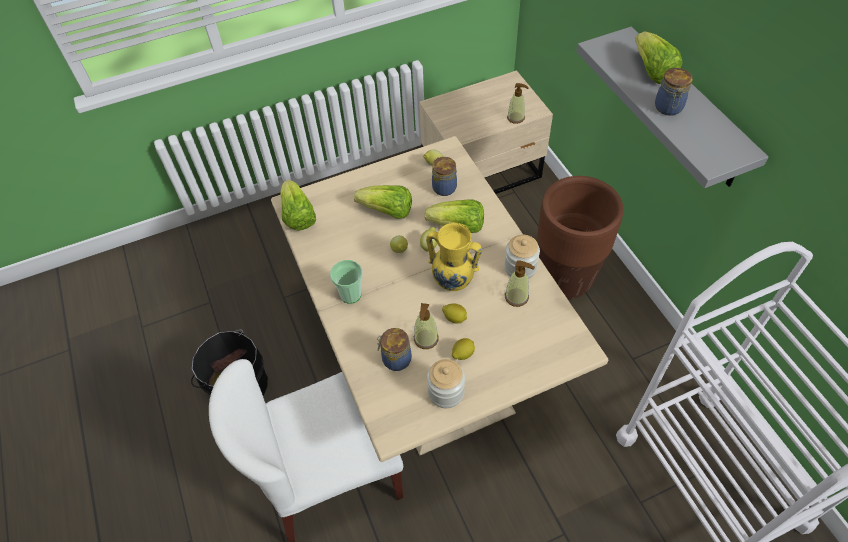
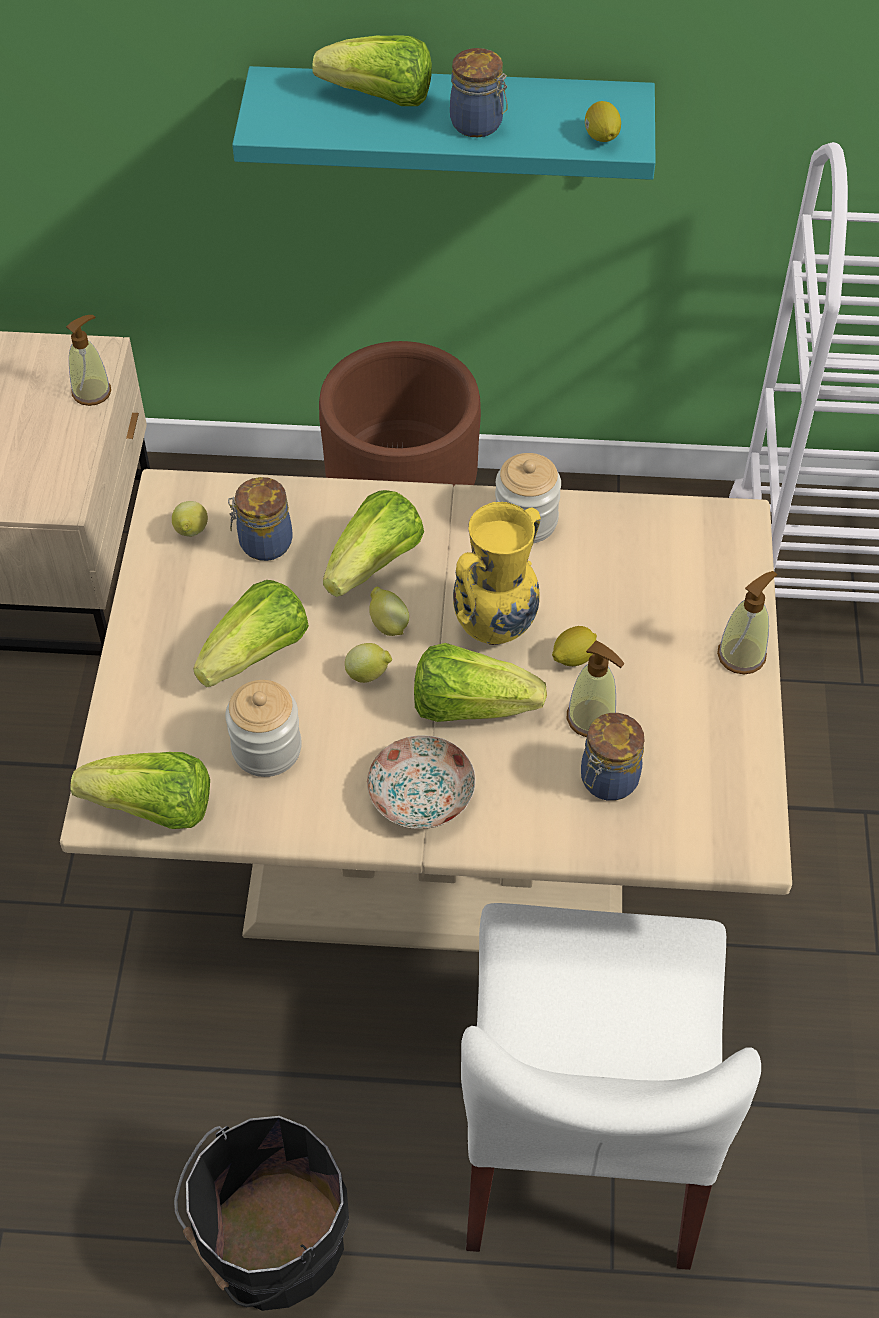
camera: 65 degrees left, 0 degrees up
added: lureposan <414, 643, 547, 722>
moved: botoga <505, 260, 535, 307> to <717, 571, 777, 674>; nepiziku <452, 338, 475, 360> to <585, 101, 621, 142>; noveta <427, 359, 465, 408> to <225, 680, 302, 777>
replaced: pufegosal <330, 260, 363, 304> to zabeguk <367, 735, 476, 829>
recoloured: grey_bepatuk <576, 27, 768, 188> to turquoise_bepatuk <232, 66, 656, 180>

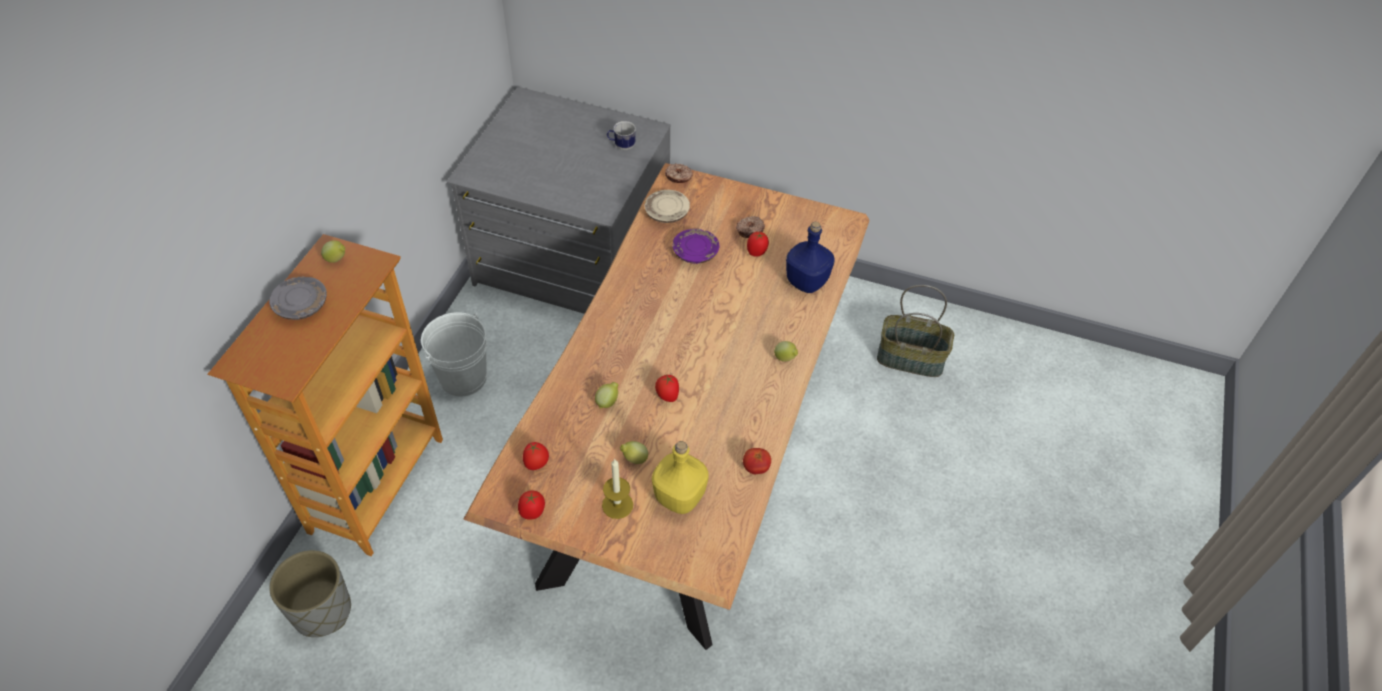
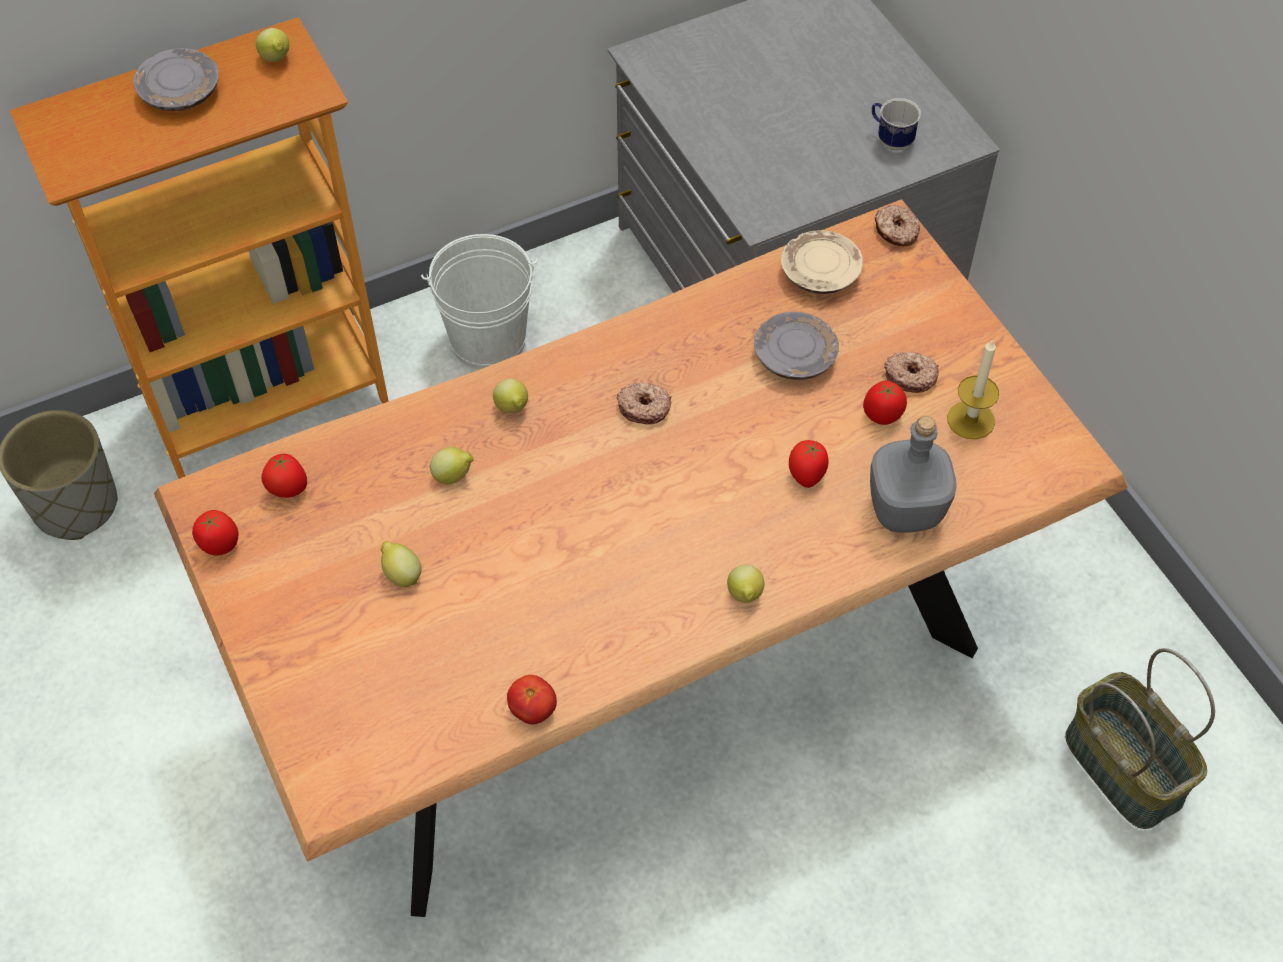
camera: 45 degrees right, 5 degrees up
removed: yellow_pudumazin <652, 441, 709, 514>
added: nepiziku <493, 379, 528, 413>; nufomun <616, 383, 672, 424>
moved: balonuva <655, 375, 679, 402> to <789, 440, 829, 488>; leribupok <602, 458, 633, 519> to <947, 339, 999, 439>
recoloured: blue_pudumazin <786, 222, 835, 293> to grey_pudumazin <870, 416, 957, 533>; purple_zabeguk <673, 229, 720, 264> to grey_zabeguk <754, 312, 839, 380>

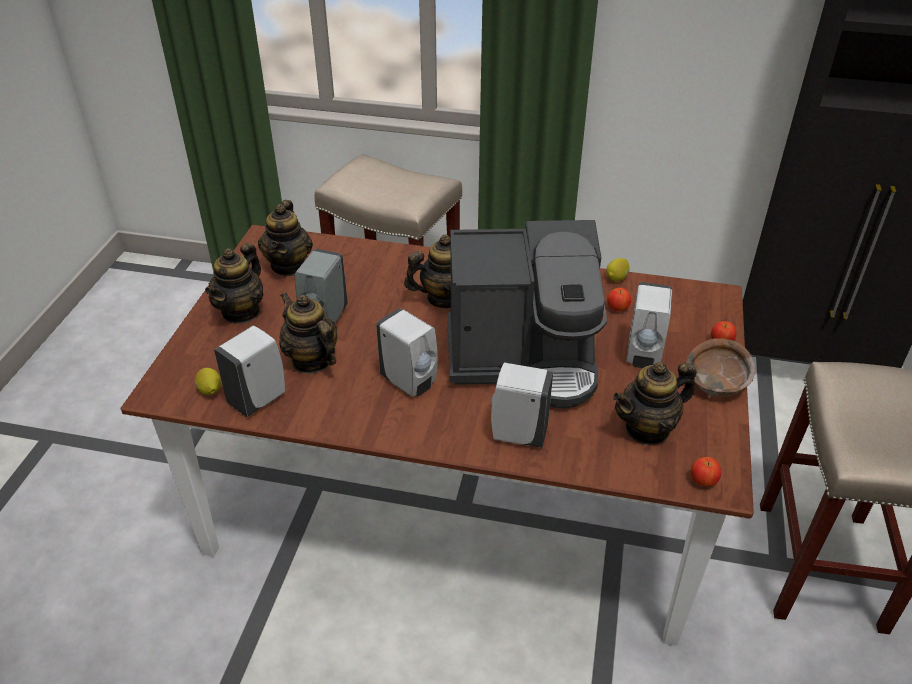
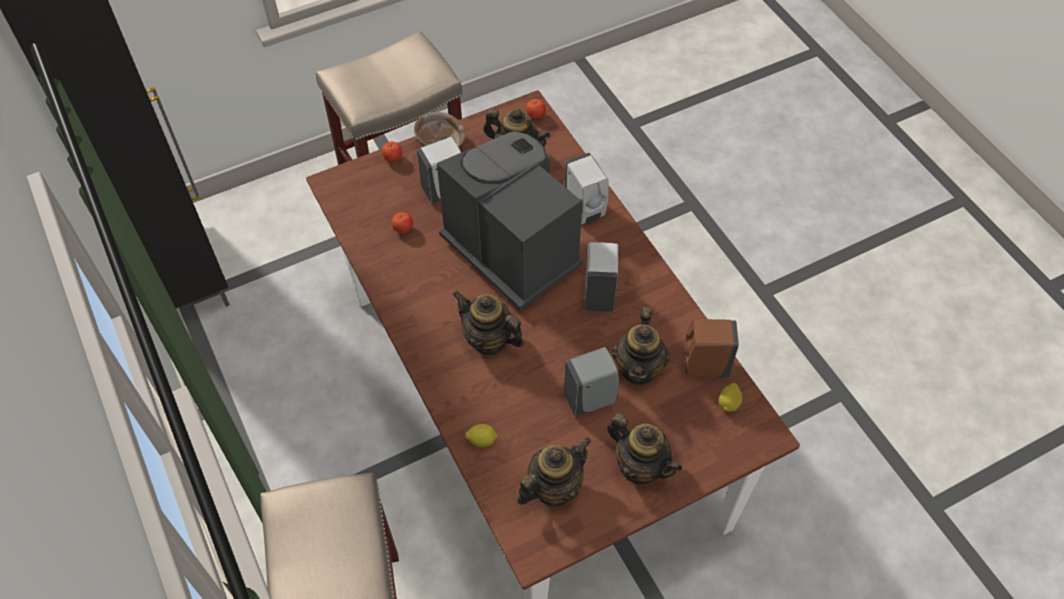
camera: 130 degrees left, 15 degrees up
moved: nepiziku <606, 258, 629, 282> to <465, 424, 498, 447>
recoloured: white_botoga <214, 325, 285, 417> to brown_botoga <684, 319, 739, 378>
turned: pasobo <205, 243, 264, 324> = <607, 413, 682, 484> 60 degrees clockwise

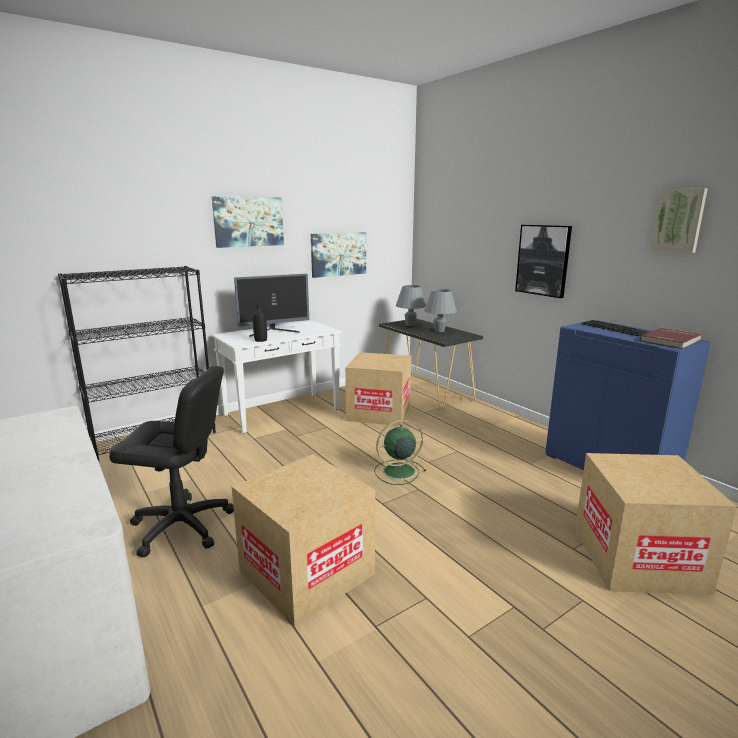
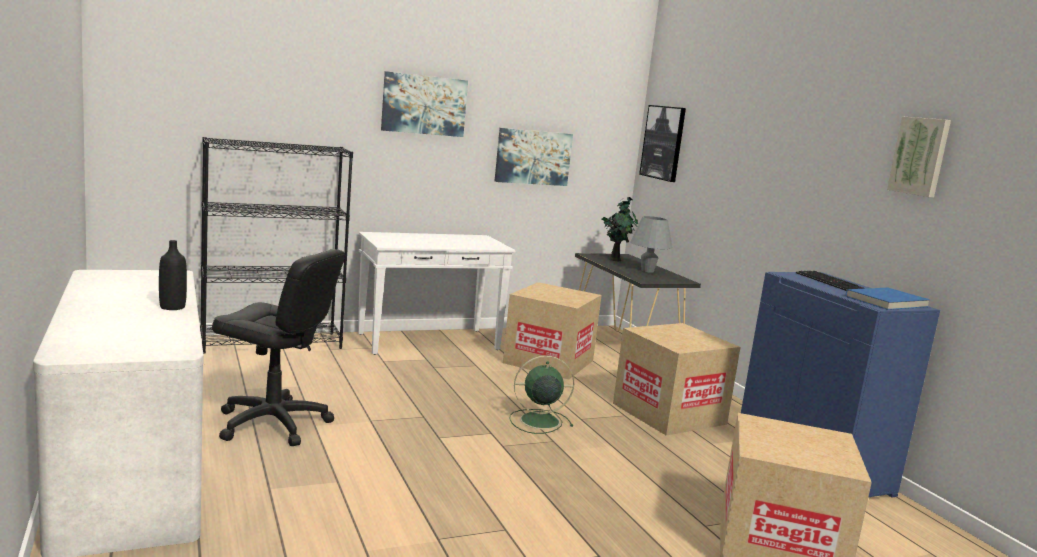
camera: 10 degrees right, 5 degrees down
removed: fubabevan <234, 274, 309, 337>
moved: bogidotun <515, 225, 572, 298> to <639, 105, 686, 182>; black_pudumazin <253, 304, 267, 342> to <159, 240, 187, 310>; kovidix <231, 454, 375, 627> to <613, 323, 741, 436>
replaced: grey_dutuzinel <396, 285, 426, 326> to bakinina <601, 197, 638, 261>
recoloured: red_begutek <640, 328, 702, 349> to blue_begutek <846, 288, 930, 310>

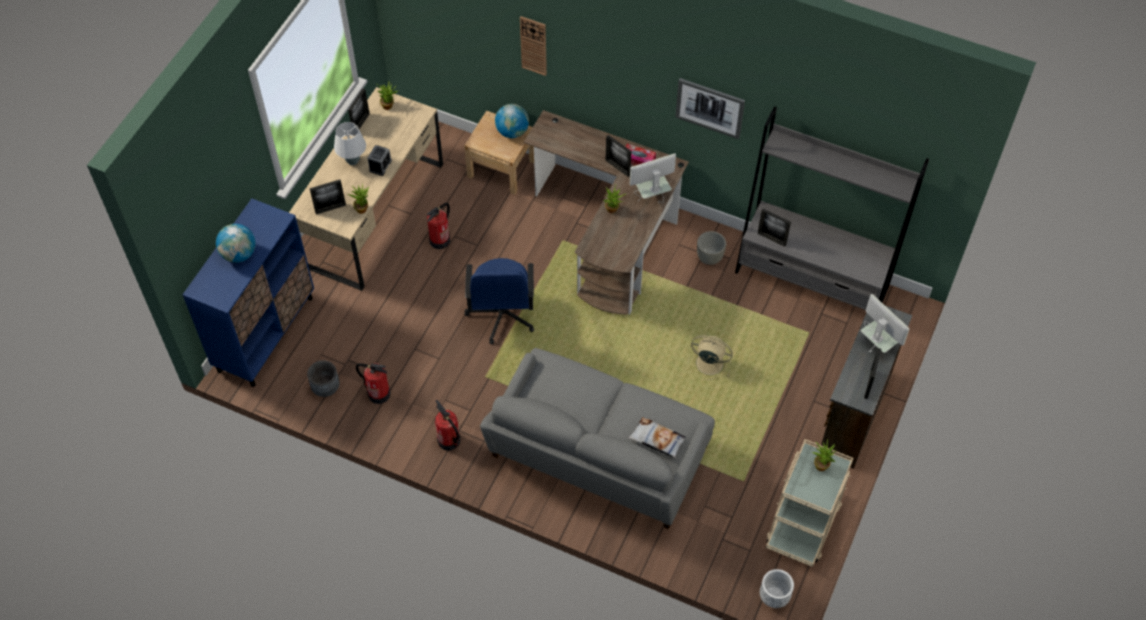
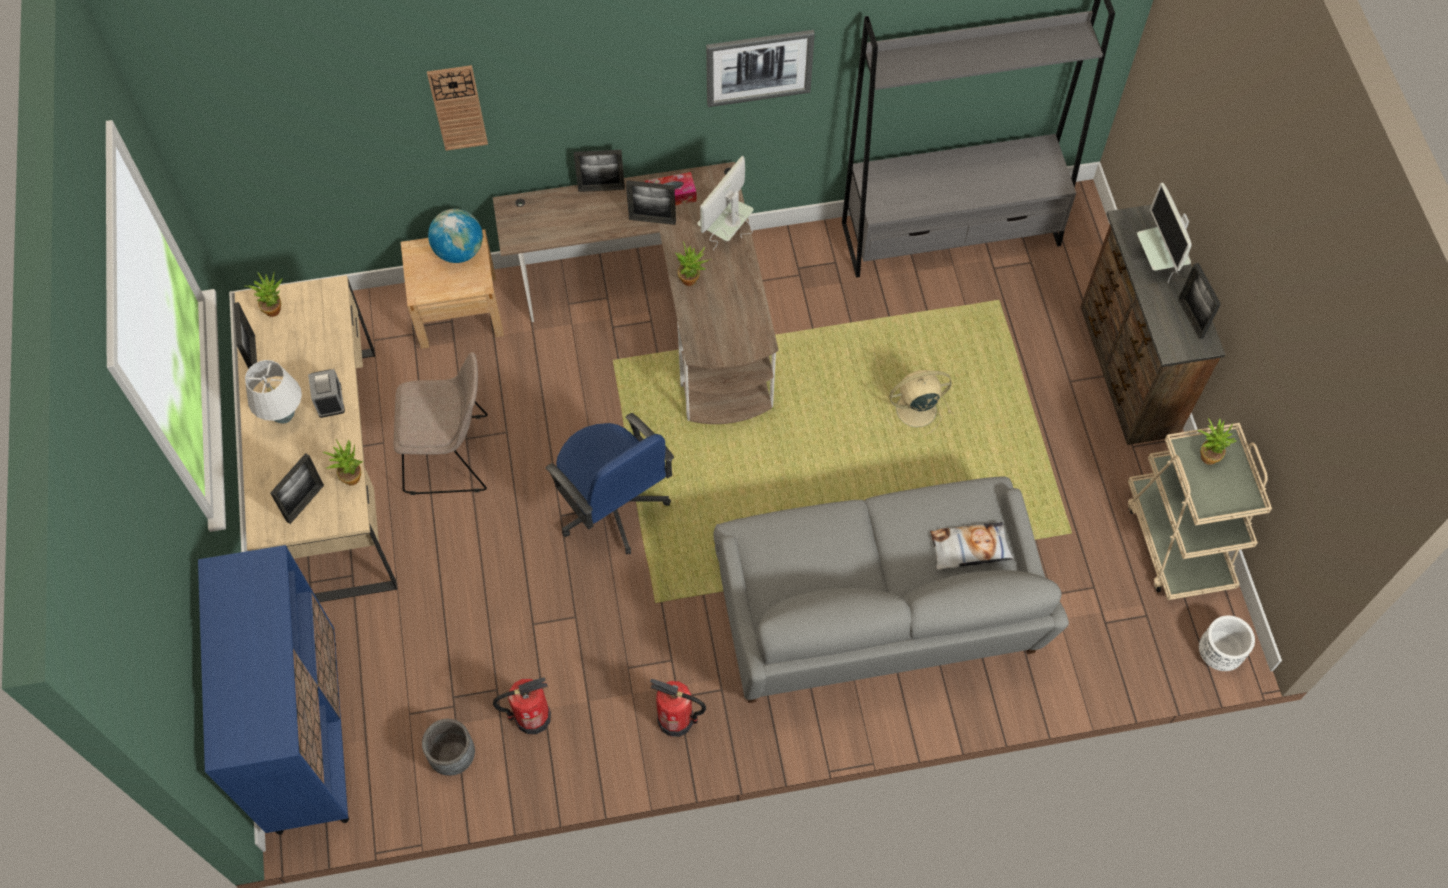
camera: 35 degrees left, 5 degrees up
removed: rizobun <216, 224, 256, 263>; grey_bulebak <697, 231, 726, 265>
moved: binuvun <758, 209, 791, 247> to <574, 150, 625, 192>
replaced: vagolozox <427, 203, 451, 249> to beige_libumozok <394, 352, 488, 495>
turned: fubabevan <861, 294, 910, 353> = <1137, 182, 1191, 283> 120 degrees counterclockwise

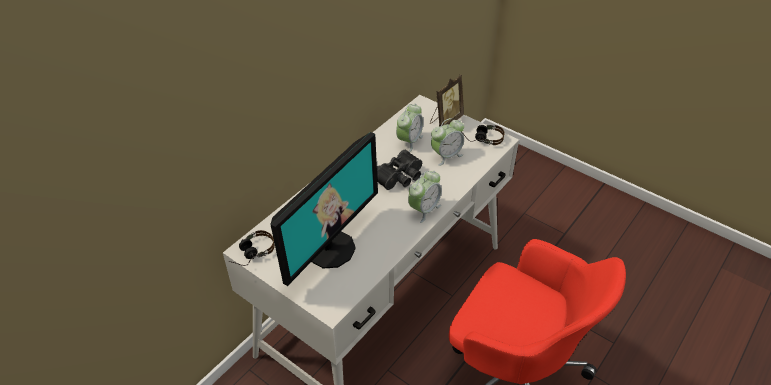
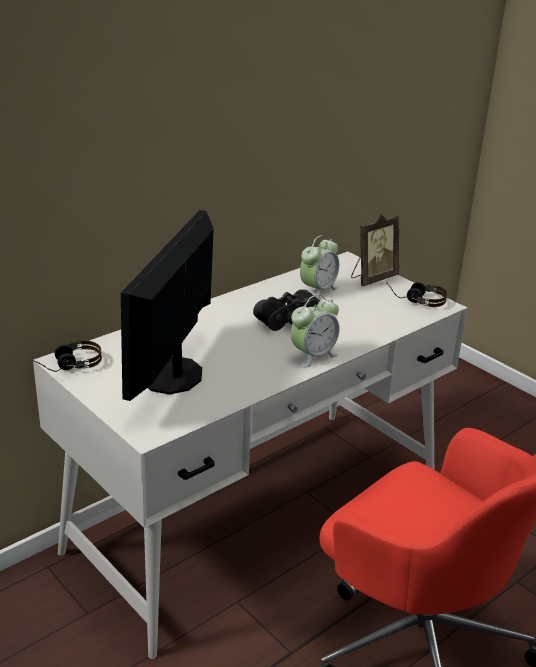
camera: 10 degrees right, 15 degrees down
removed: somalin <431, 118, 464, 166>
turned: fubabevan <270, 132, 378, 286> = <121, 210, 214, 401> 150 degrees clockwise

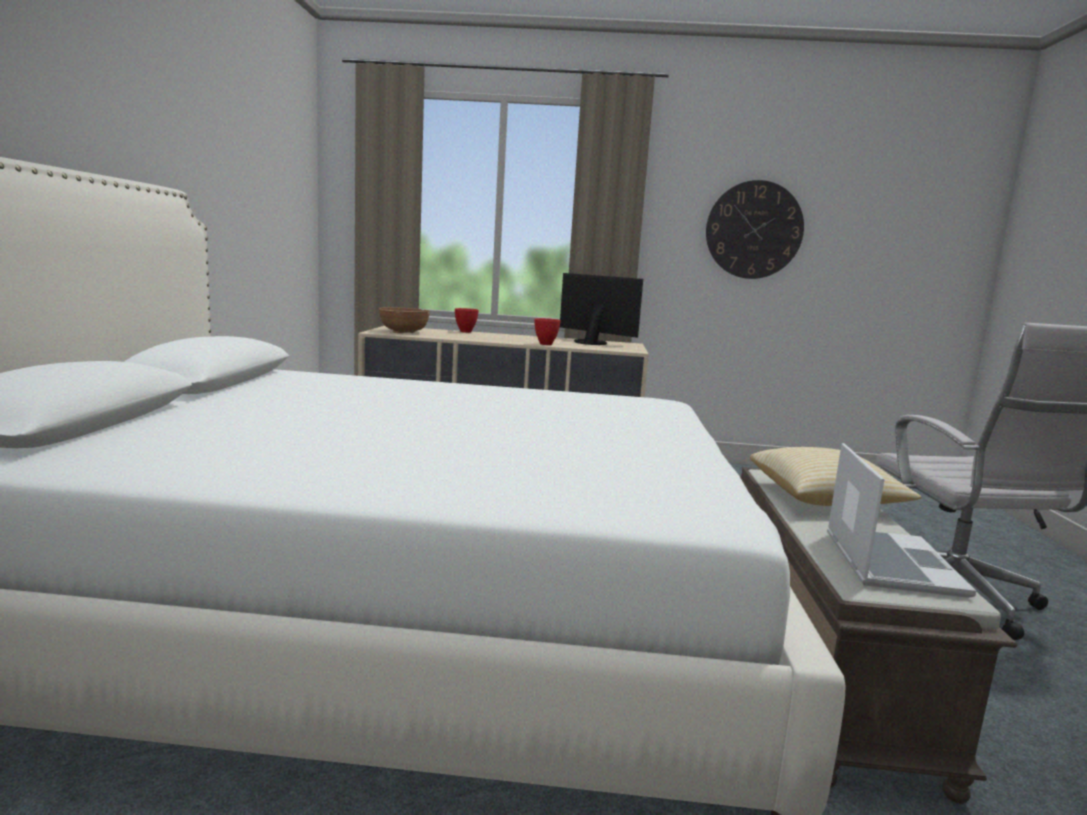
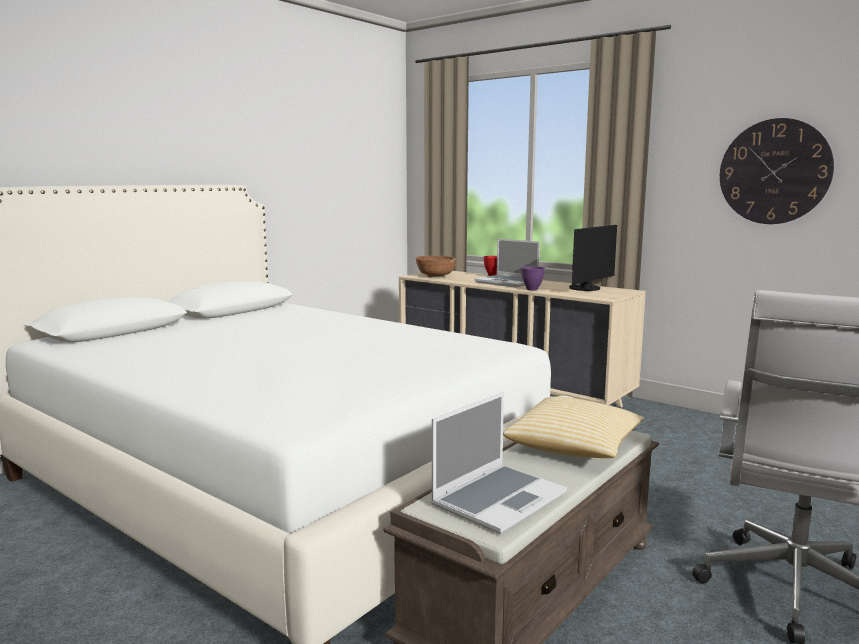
camera: 35 degrees right, 0 degrees up
added: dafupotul <475, 238, 540, 287>
recoloured: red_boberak <534, 318, 561, 345> to purple_boberak <521, 266, 545, 291>
turned: fubabevan <560, 273, 643, 345> = <569, 225, 619, 291> 60 degrees clockwise

